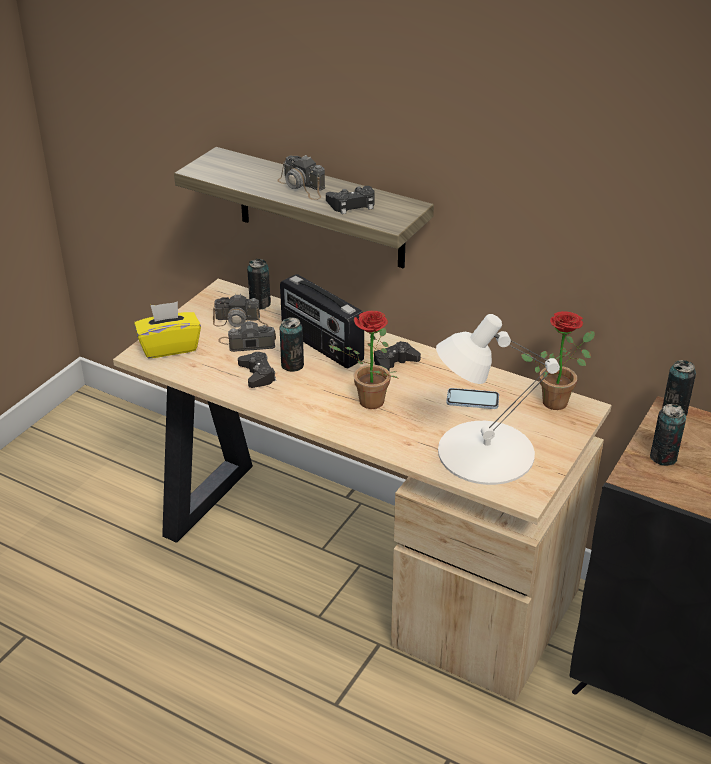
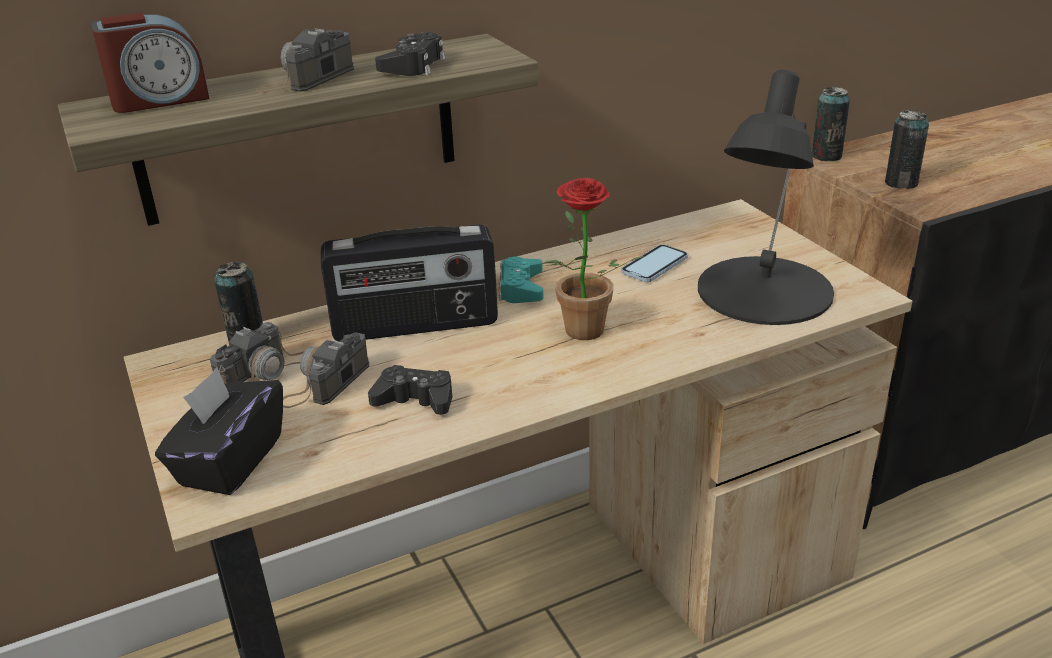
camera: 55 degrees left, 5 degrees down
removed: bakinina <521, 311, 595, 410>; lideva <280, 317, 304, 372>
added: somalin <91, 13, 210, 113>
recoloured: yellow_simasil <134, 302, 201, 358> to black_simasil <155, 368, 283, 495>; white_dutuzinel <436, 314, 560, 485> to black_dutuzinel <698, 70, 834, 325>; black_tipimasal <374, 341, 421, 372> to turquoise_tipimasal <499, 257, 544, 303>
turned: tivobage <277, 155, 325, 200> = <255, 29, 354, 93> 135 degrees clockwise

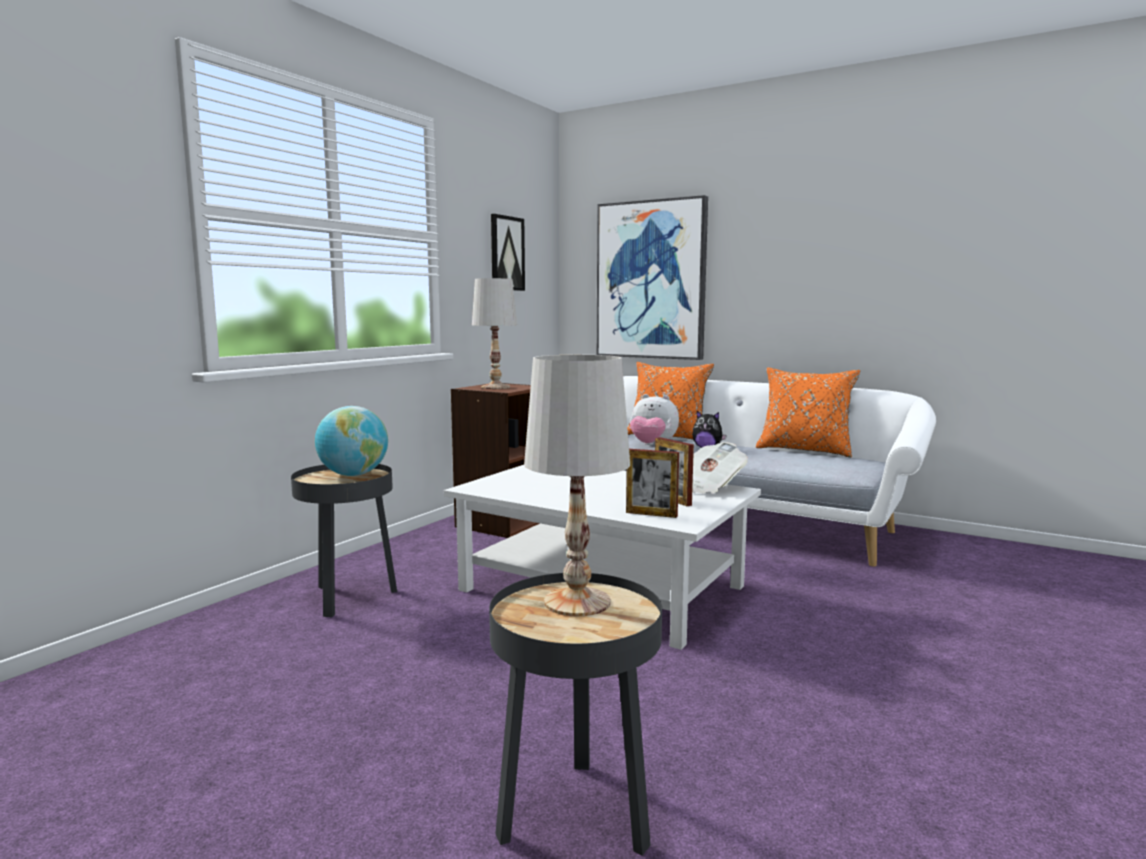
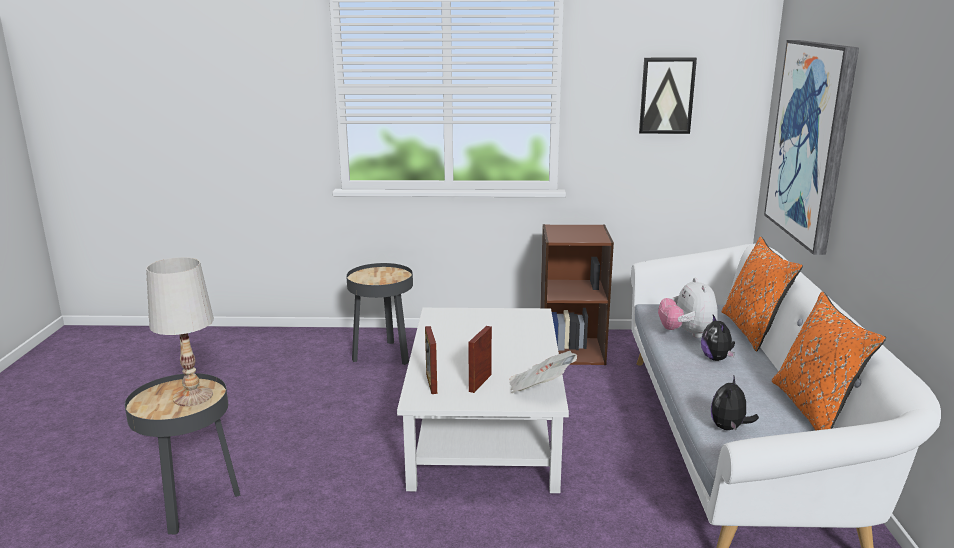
camera: 60 degrees right, 10 degrees up
removed: white_dutuzinel <472, 278, 517, 389>; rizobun <315, 406, 388, 476>
added: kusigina <711, 376, 759, 430>

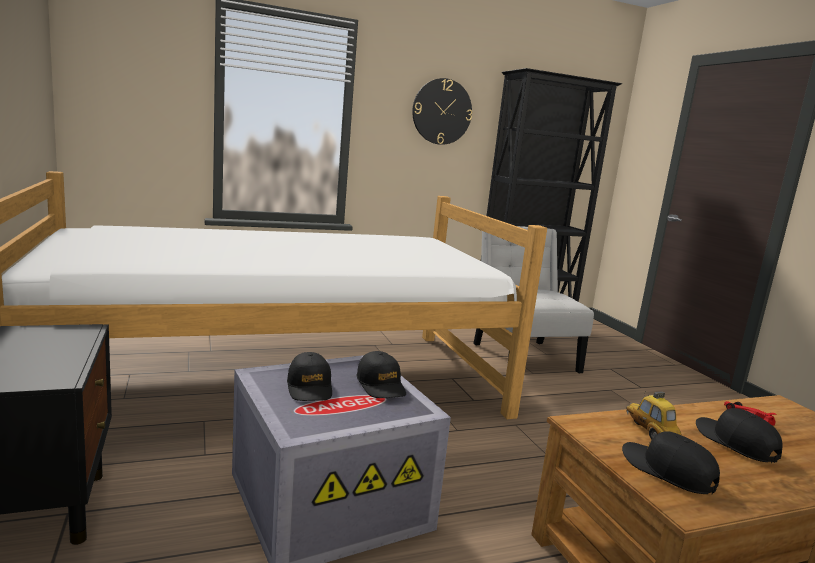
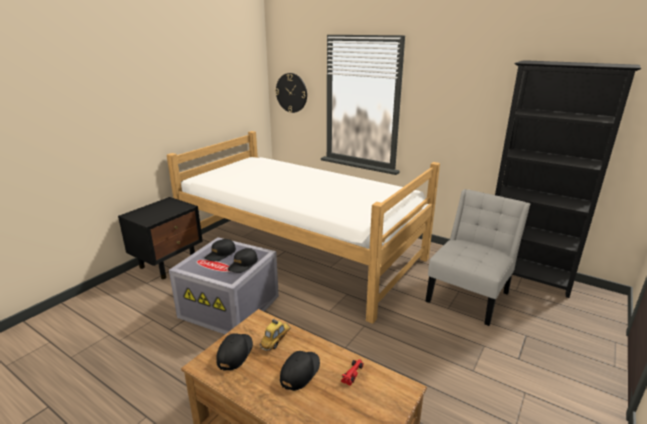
camera: 55 degrees right, 10 degrees up
moved: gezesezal <412, 78, 472, 145> to <275, 73, 307, 113>

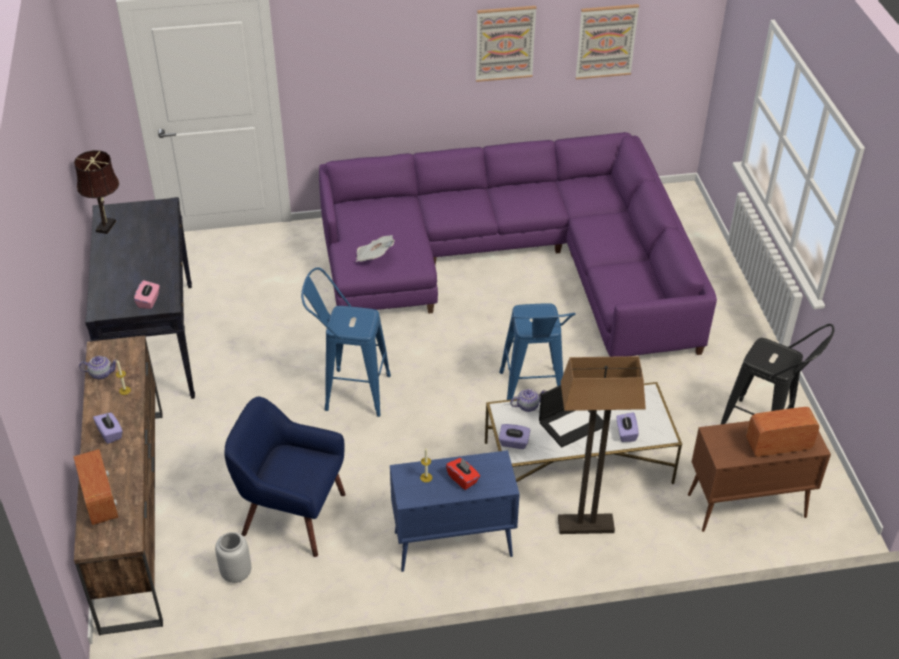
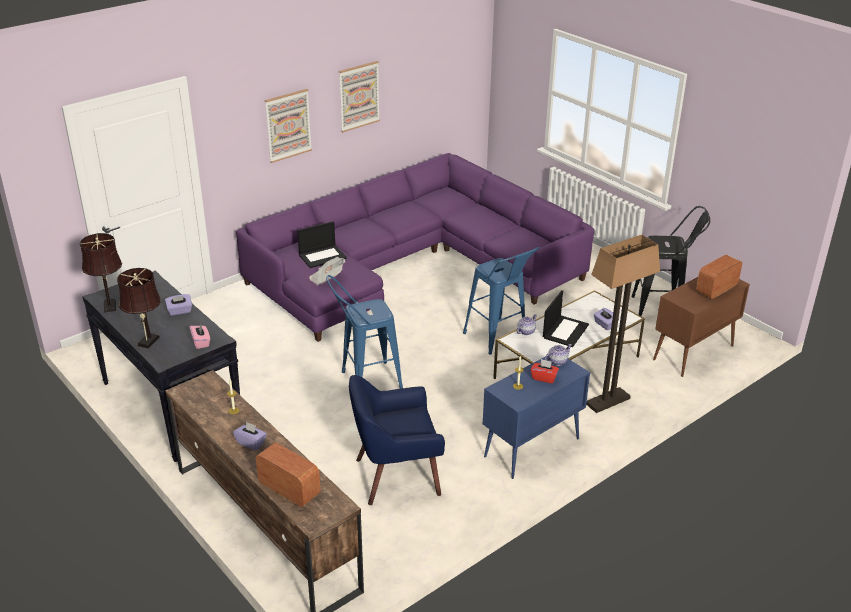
camera: 30 degrees left, 10 degrees down
removed: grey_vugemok <215, 532, 251, 583>
added: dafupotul <297, 221, 347, 268>; brown_dutuzinel <117, 268, 161, 348>
moved: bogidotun <575, 4, 639, 79> to <265, 89, 312, 163>; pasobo <79, 356, 117, 379> to <545, 344, 572, 366>; purple_simasil <499, 424, 530, 449> to <165, 294, 192, 316>

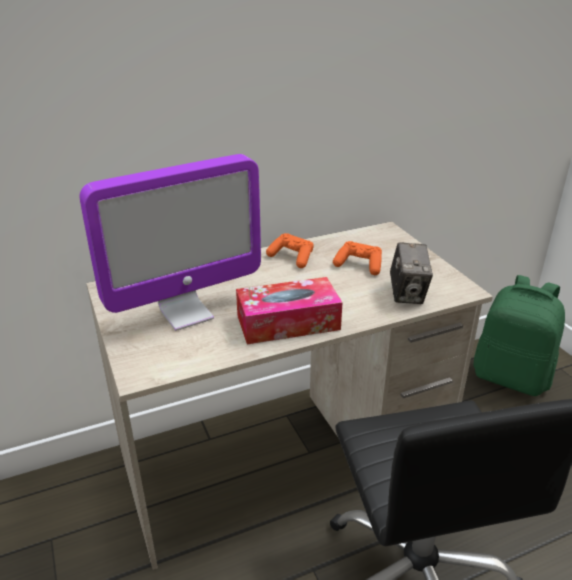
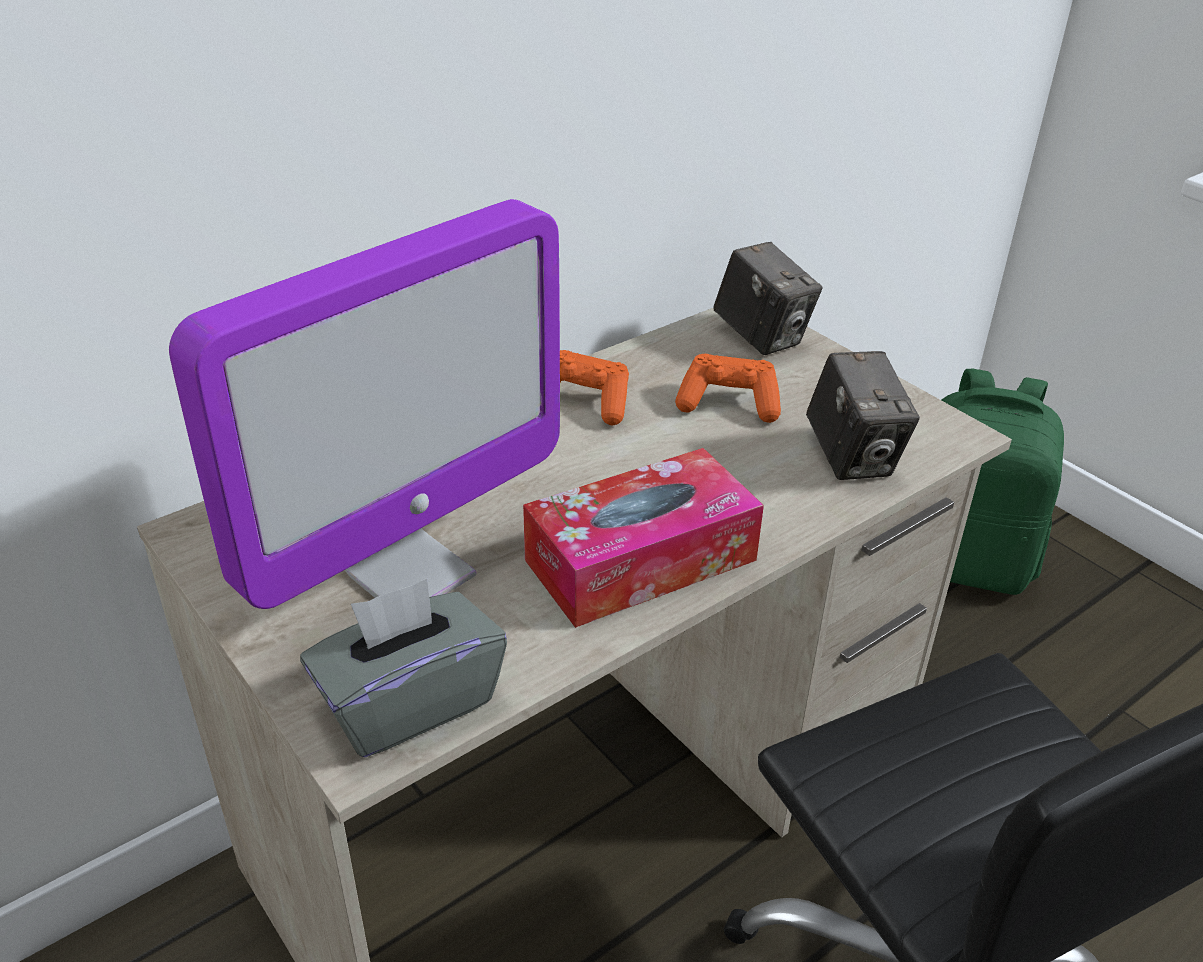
camera: 15 degrees left, 5 degrees up
added: tivobage <713, 242, 822, 355>; grey_simasil <300, 578, 507, 758>

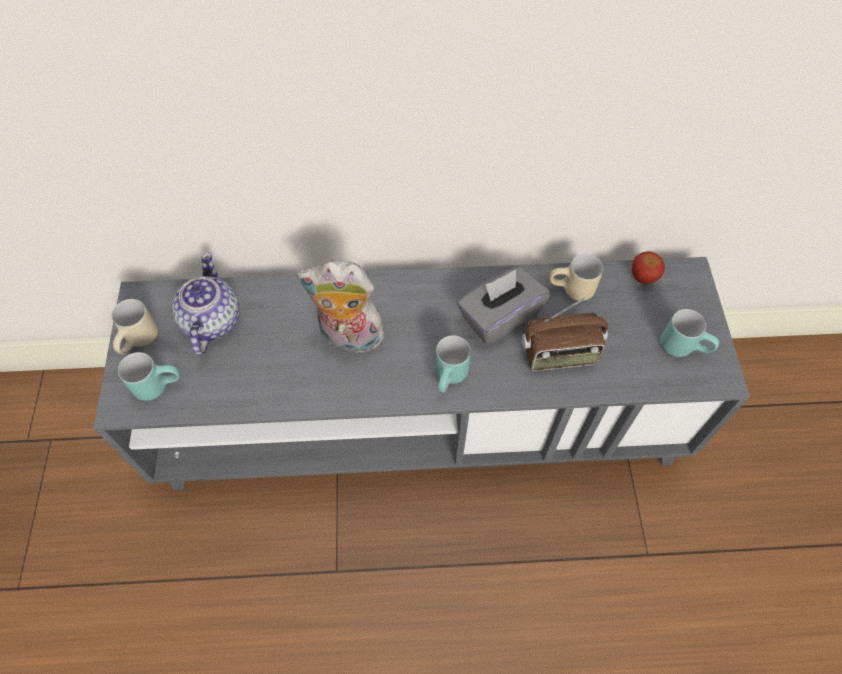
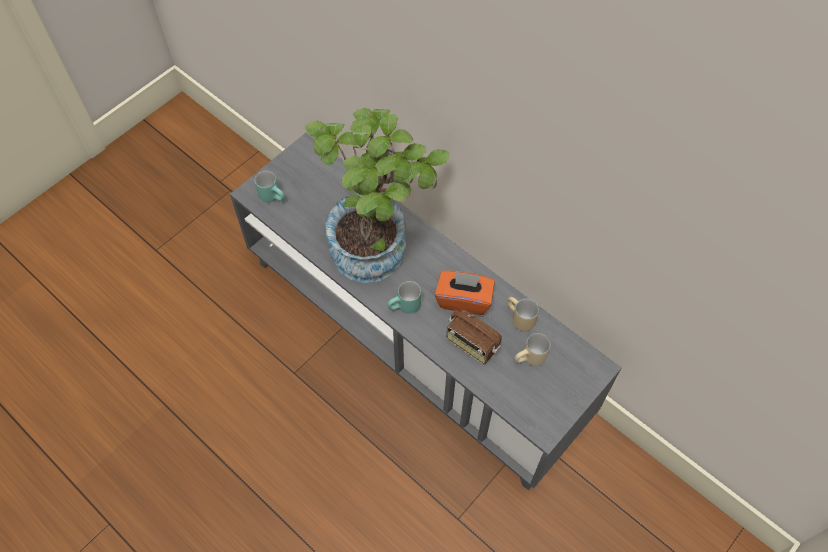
camera: 45 degrees right, 0 degrees up
removed: pasobo <172, 252, 240, 355>; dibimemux <632, 252, 665, 284>; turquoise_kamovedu <661, 309, 719, 357>
moved: beige_kamovedu <112, 299, 158, 354> to <514, 333, 550, 366>
replaced: kusigina <297, 260, 388, 354> to bakinina <305, 108, 450, 283>
recoloured: grey_simasil <457, 267, 550, 345> to orange_simasil <435, 271, 495, 315>

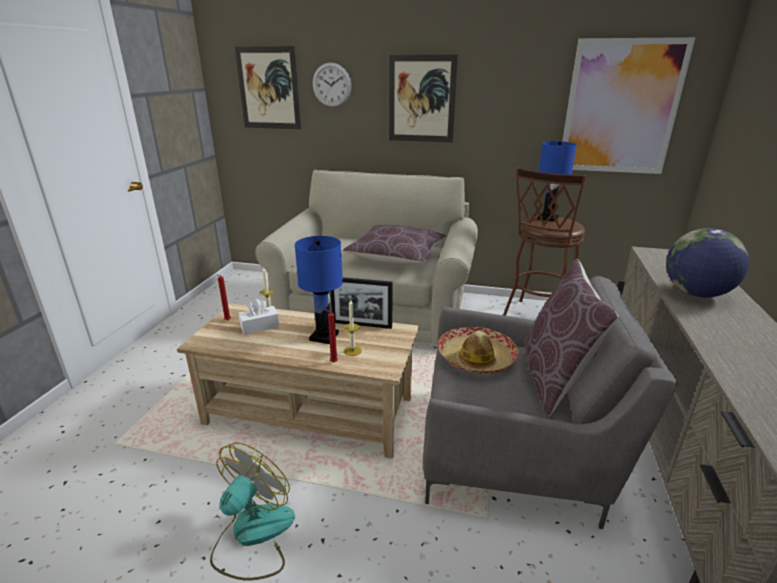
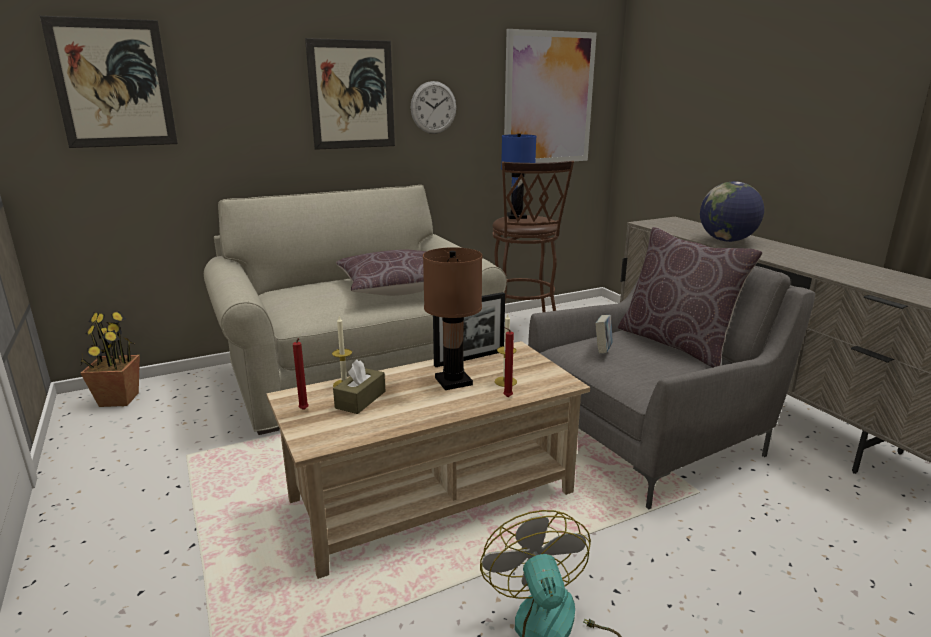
camera: 40 degrees left, 5 degrees down
added: bakinina <80, 311, 140, 407>
moved: gezesezal <312, 63, 351, 107> to <410, 81, 456, 134>
replaced: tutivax <438, 327, 519, 374> to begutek <595, 315, 613, 354>
recoloured: blue_dutuzinel <295, 236, 343, 344> to brown_dutuzinel <423, 247, 482, 390>; white_simasil <239, 299, 280, 335> to brown_simasil <333, 359, 386, 414>

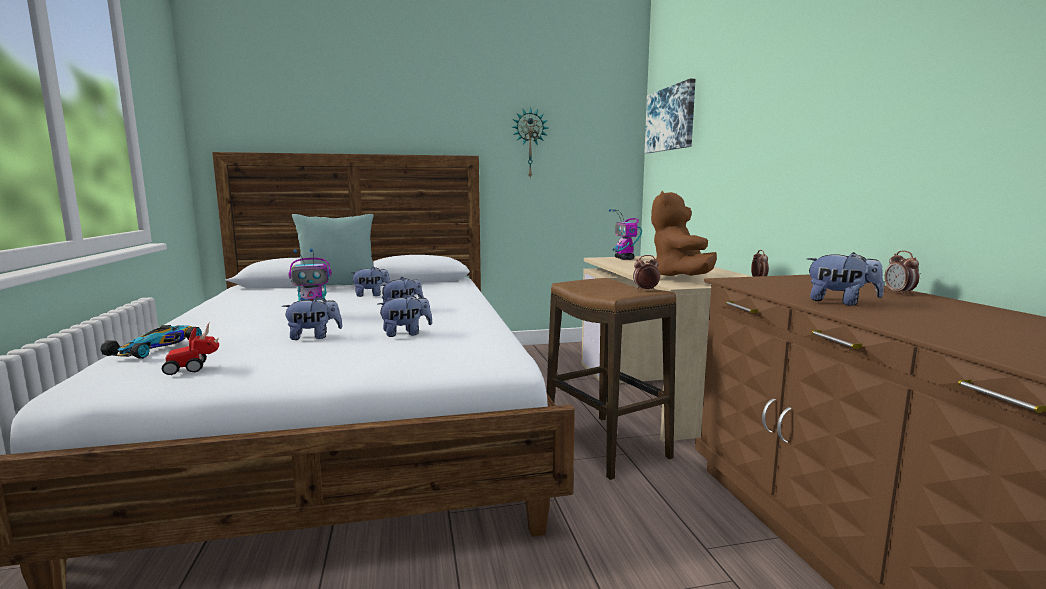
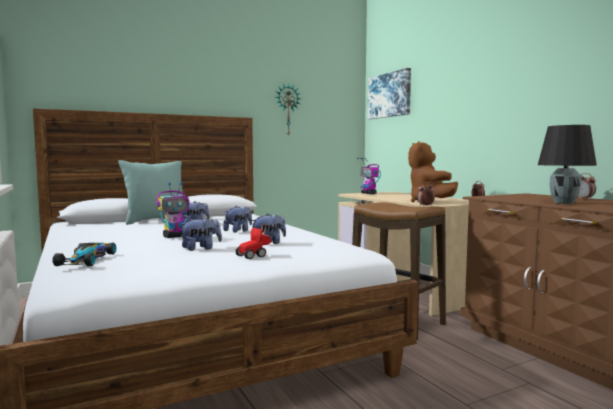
camera: 15 degrees left, 5 degrees down
moved: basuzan <162, 321, 219, 375> to <235, 225, 272, 259>
replaced: kusigina <807, 252, 884, 306> to black_dutuzinel <538, 125, 597, 204>

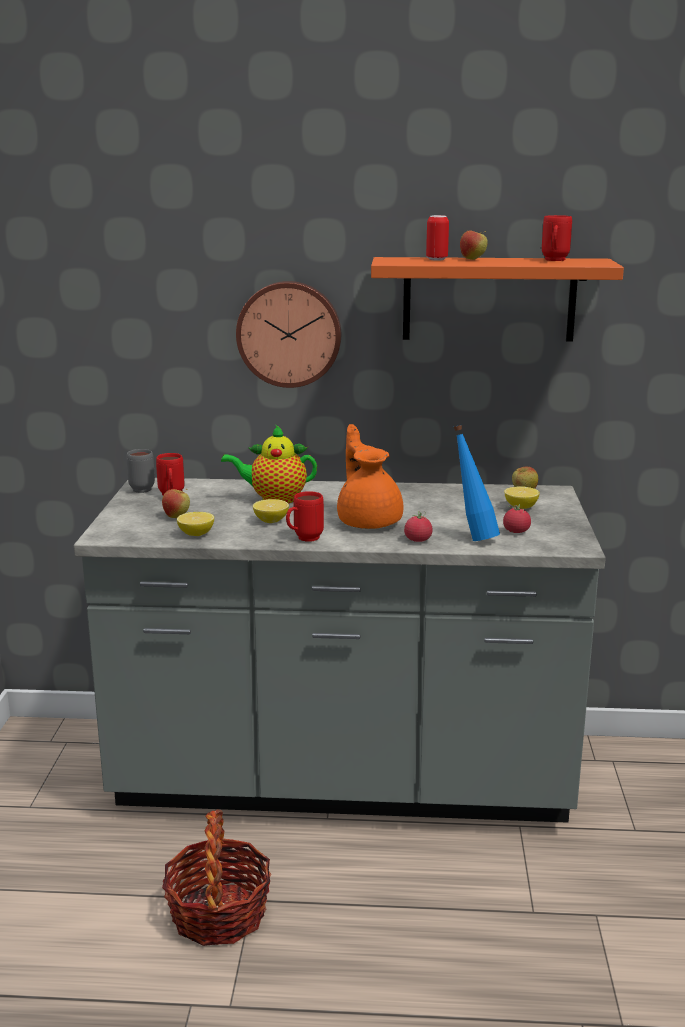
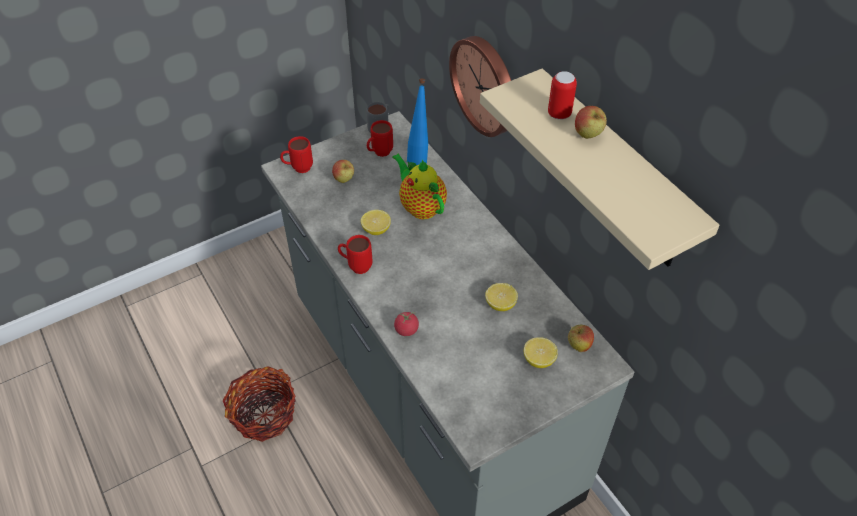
camera: 55 degrees right, 30 degrees up
removed: orange_pasobo <337, 424, 403, 529>; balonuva <503, 504, 531, 533>
moved: red_kamovedu <542, 215, 572, 261> to <280, 136, 313, 173>; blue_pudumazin <454, 425, 500, 541> to <407, 79, 428, 165>; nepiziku <177, 512, 214, 536> to <485, 283, 518, 311>
recoloured: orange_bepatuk <371, 257, 624, 342> to beige_bepatuk <480, 69, 720, 270>

